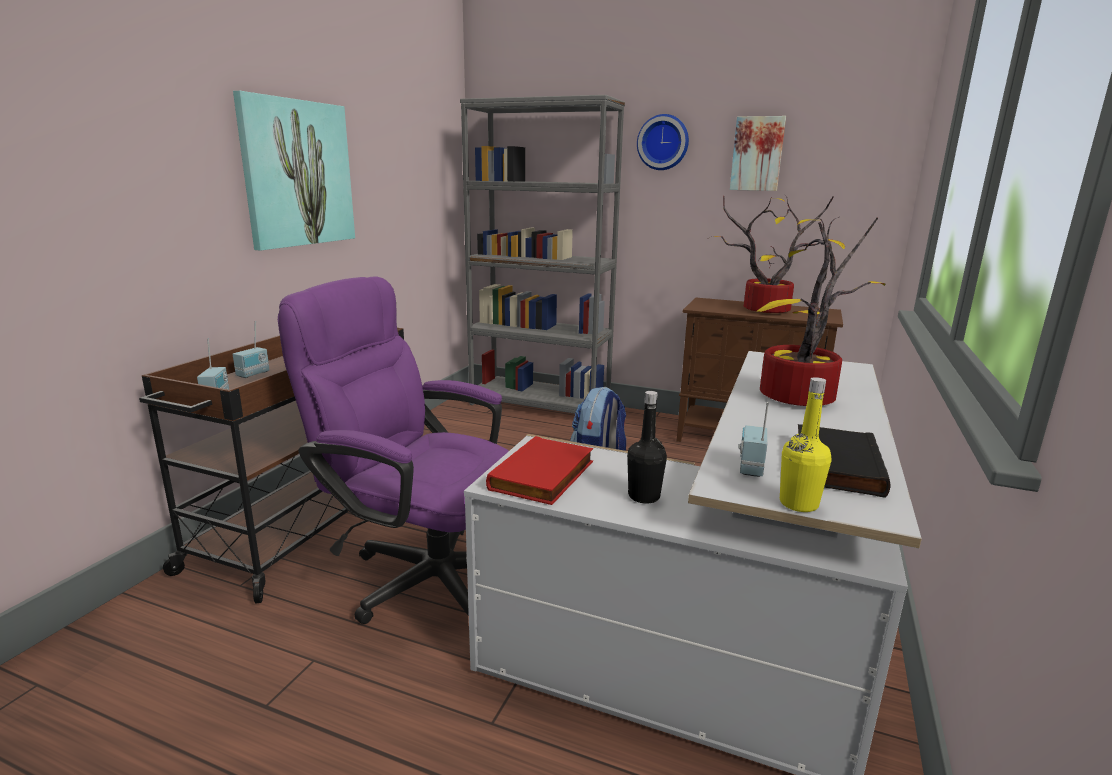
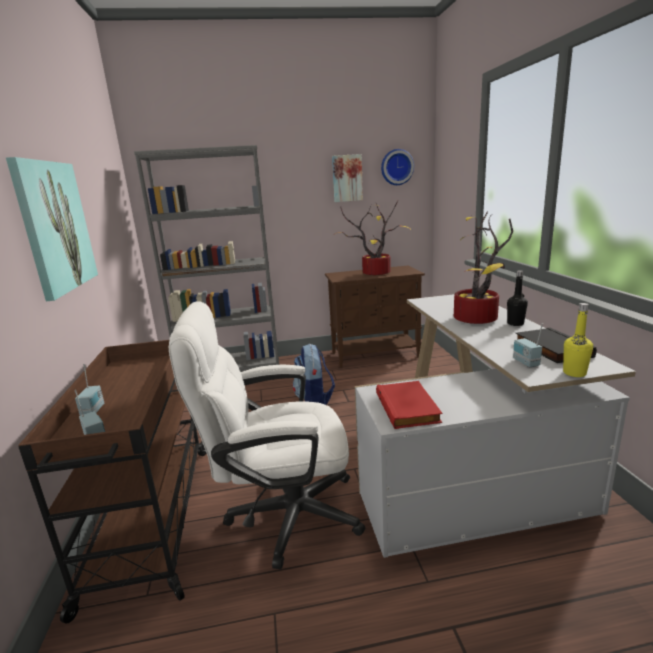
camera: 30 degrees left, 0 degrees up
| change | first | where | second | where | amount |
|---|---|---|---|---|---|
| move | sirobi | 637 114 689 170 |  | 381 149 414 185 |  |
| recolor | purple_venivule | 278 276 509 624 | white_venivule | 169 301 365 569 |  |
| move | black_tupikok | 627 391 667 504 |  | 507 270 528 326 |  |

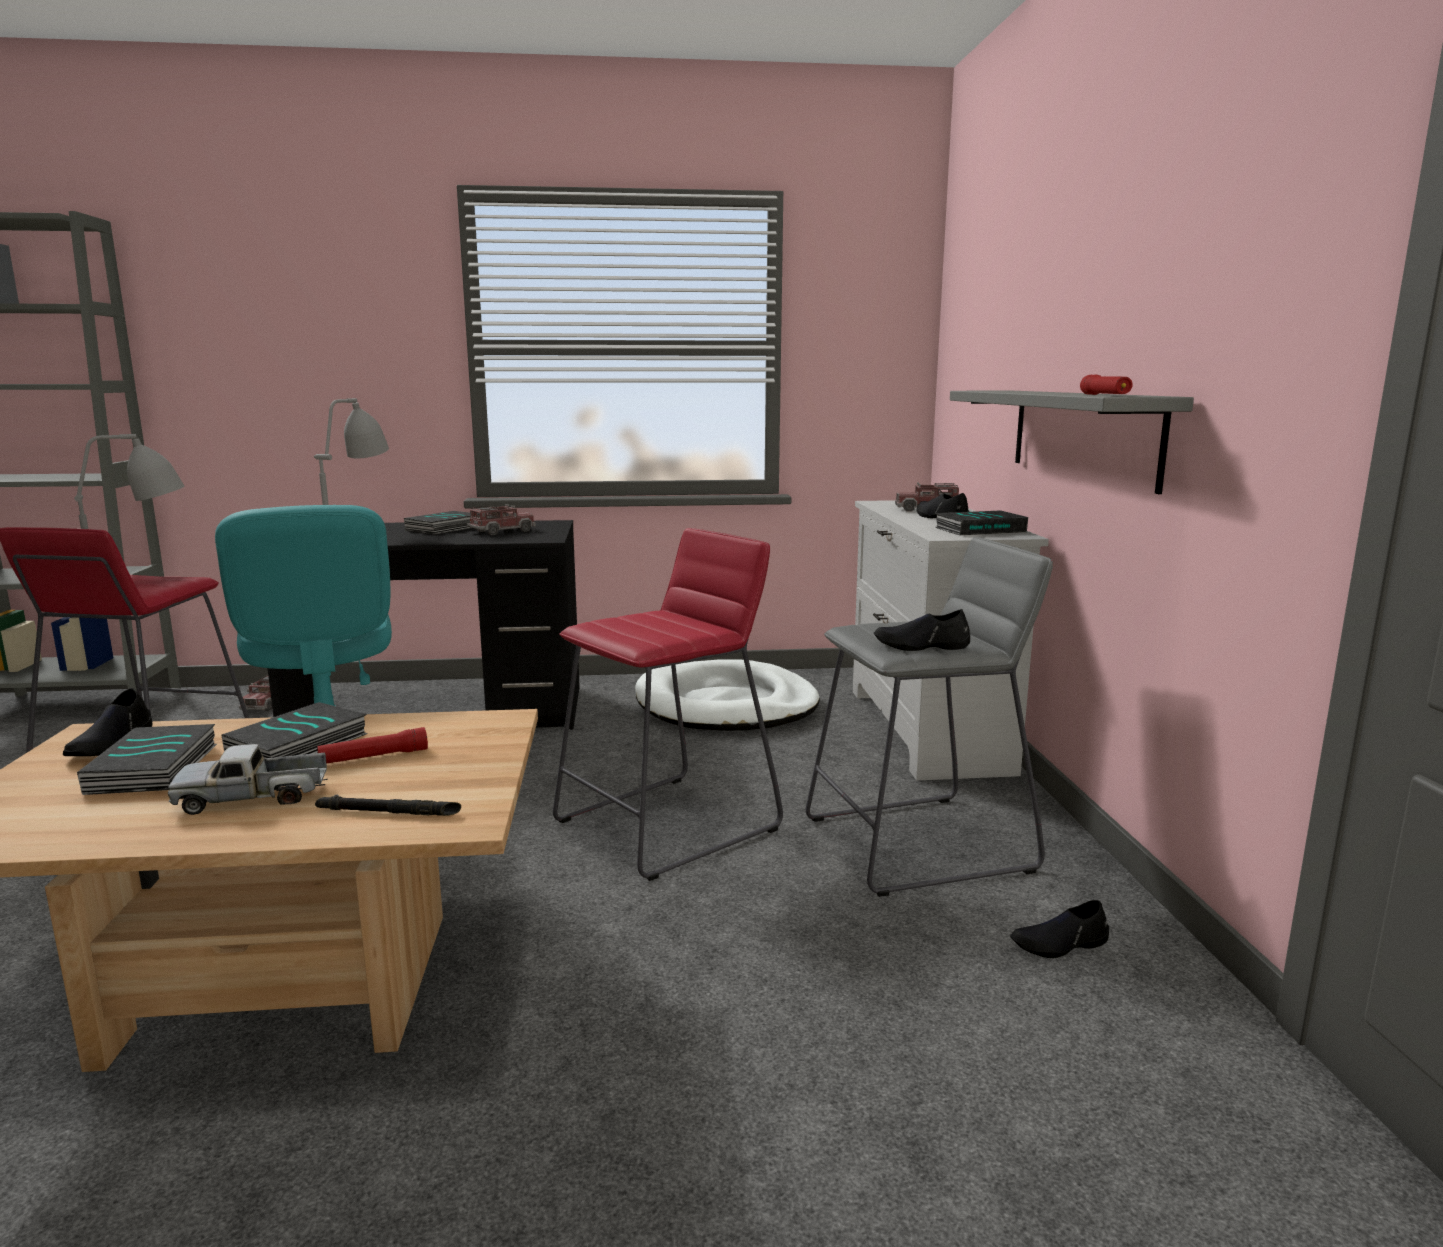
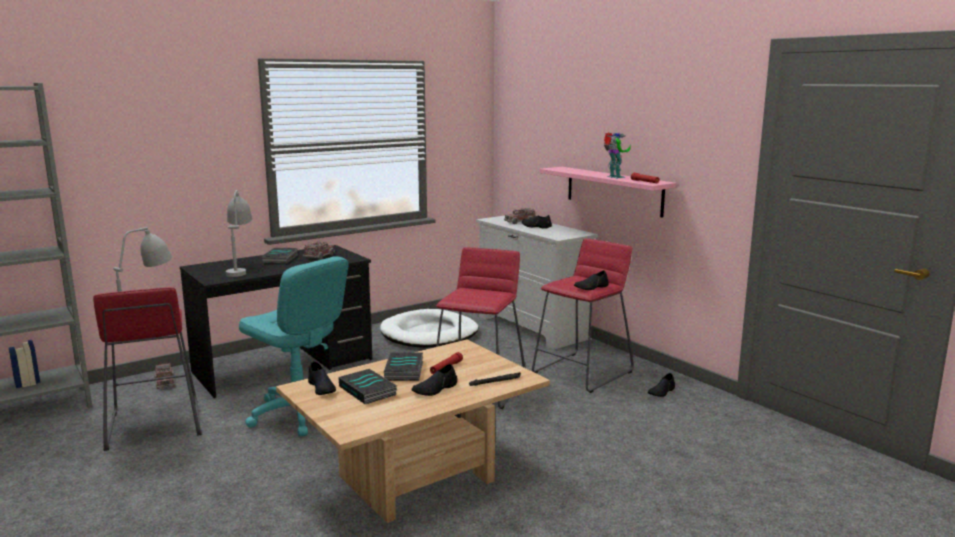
camera: 30 degrees left, 0 degrees up
| change | first | where | second | where | amount |
|---|---|---|---|---|---|
| recolor | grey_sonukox | 950 391 1194 494 | pink_sonukox | 540 167 676 218 |  |
| delete | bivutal | 935 510 1028 535 |  |  |  |
| recolor | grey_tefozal | 805 537 1053 897 | red_tefozal | 532 238 634 393 |  |
| replace | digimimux | 168 744 327 815 | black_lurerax | 412 364 457 396 |  |
| insert |  |  | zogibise | 604 133 631 179 |  |

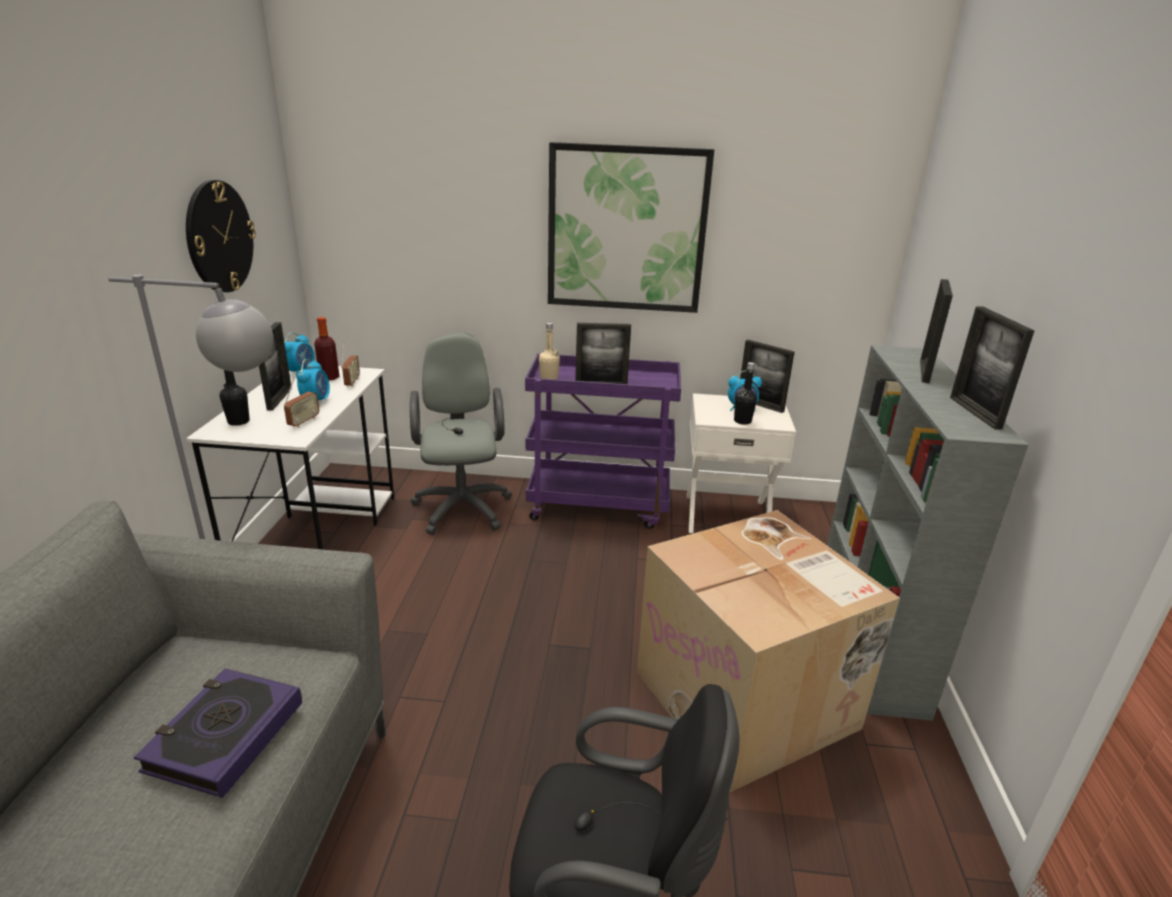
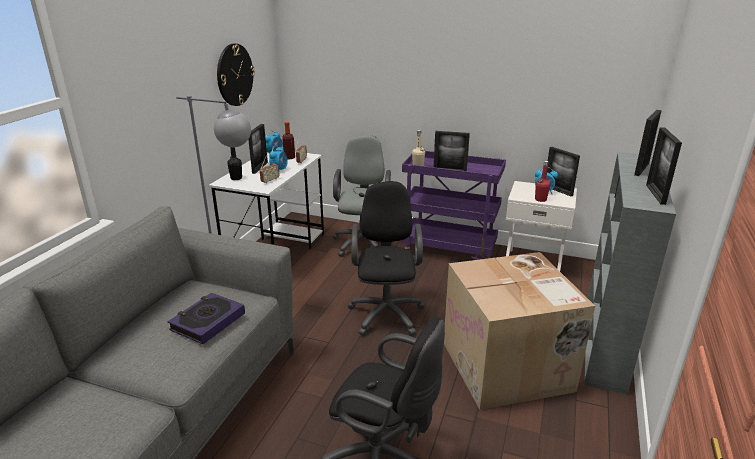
camera: 15 degrees right, 0 degrees up
| change | first | where | second | where | amount |
|---|---|---|---|---|---|
| delete | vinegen | 548 142 714 313 |  |  |  |
| recolor | black_tupikok | 734 362 757 425 | red_tupikok | 535 161 550 202 |  |
| insert |  |  | black_venivule | 348 181 425 336 |  |

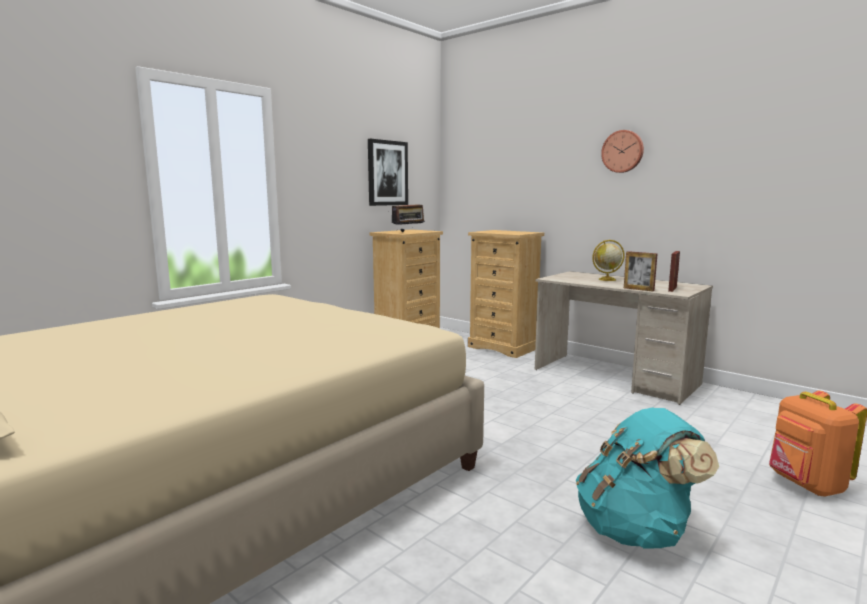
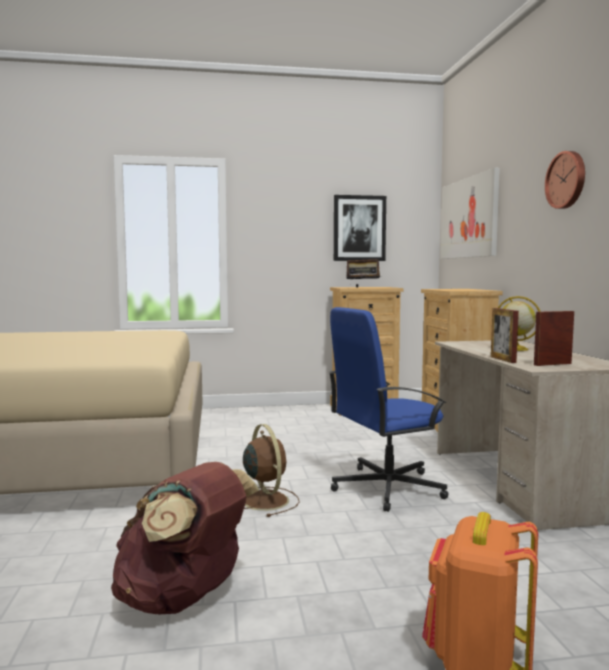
camera: 40 degrees right, 5 degrees down
| change | first | where | second | where | amount |
|---|---|---|---|---|---|
| recolor | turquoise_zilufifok | 576 407 719 549 | brown_zilufifok | 111 462 259 614 |  |
| insert |  |  | vinegen | 440 168 500 259 |  |
| insert |  |  | blue_venivule | 329 307 449 512 |  |
| insert |  |  | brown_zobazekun | 243 424 300 517 |  |

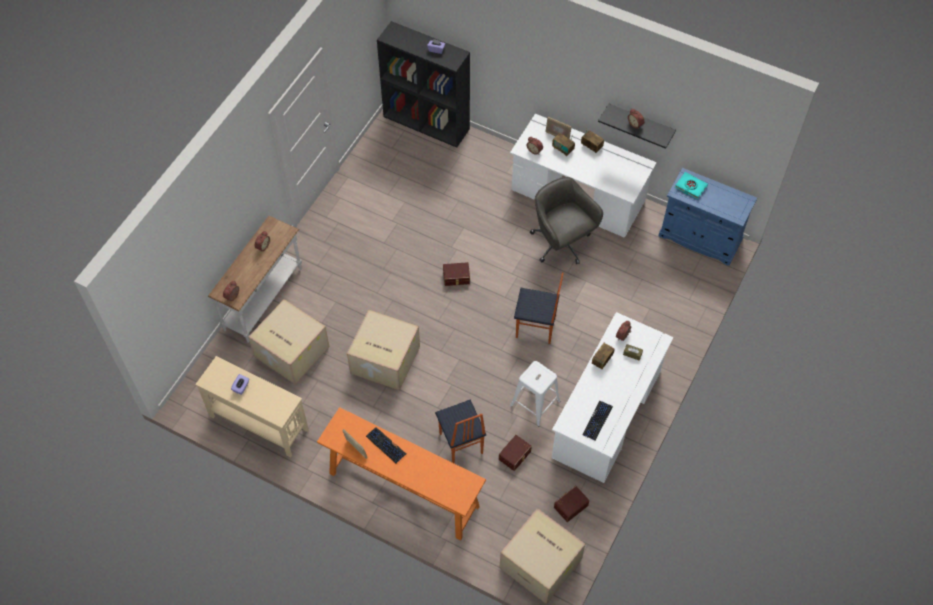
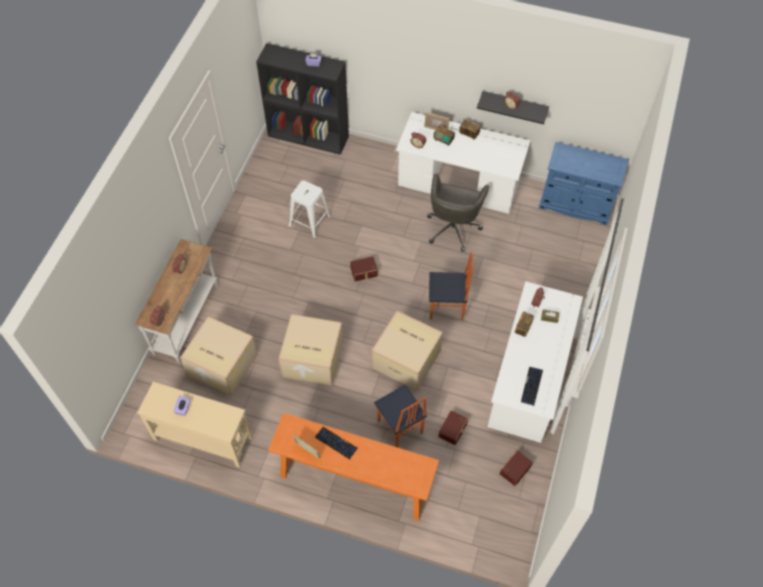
camera: 10 degrees left, 0 degrees up
| change | first | where | second | where | amount |
|---|---|---|---|---|---|
| delete | turquoise_bivutal | 675 172 708 199 |  |  |  |
| rotate | grey_venivule | 530 177 603 264 |  | 427 174 489 252 | 120 degrees counterclockwise |
| move | white_tefozal | 510 361 560 427 |  | 289 180 331 239 |  |
| move | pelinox | 499 508 585 604 |  | 372 311 443 391 |  |

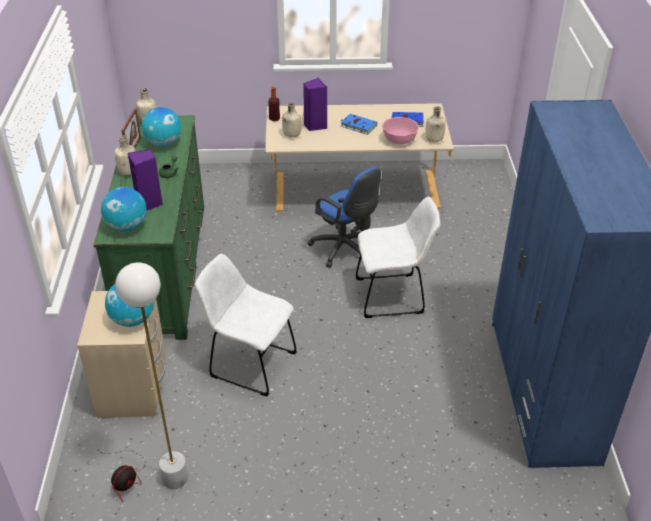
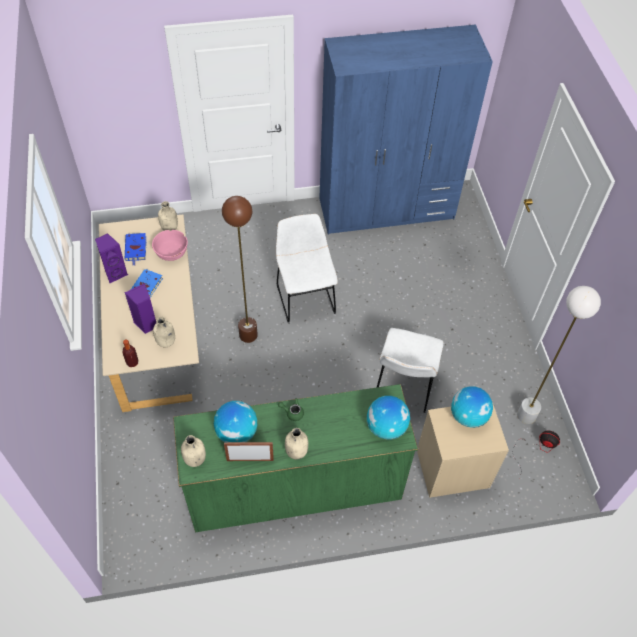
camera: 100 degrees left, 15 degrees up
| change | first | where | second | where | amount |
|---|---|---|---|---|---|
| move | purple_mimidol | 128 149 163 211 |  | 95 233 128 283 |  |
| replace | blue_venivule | 308 167 381 268 | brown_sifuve | 222 196 258 343 |  |

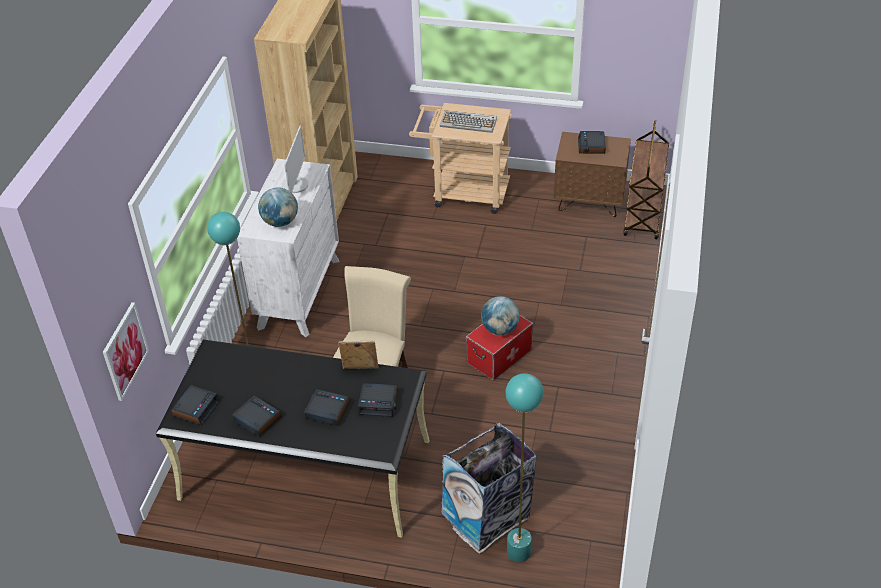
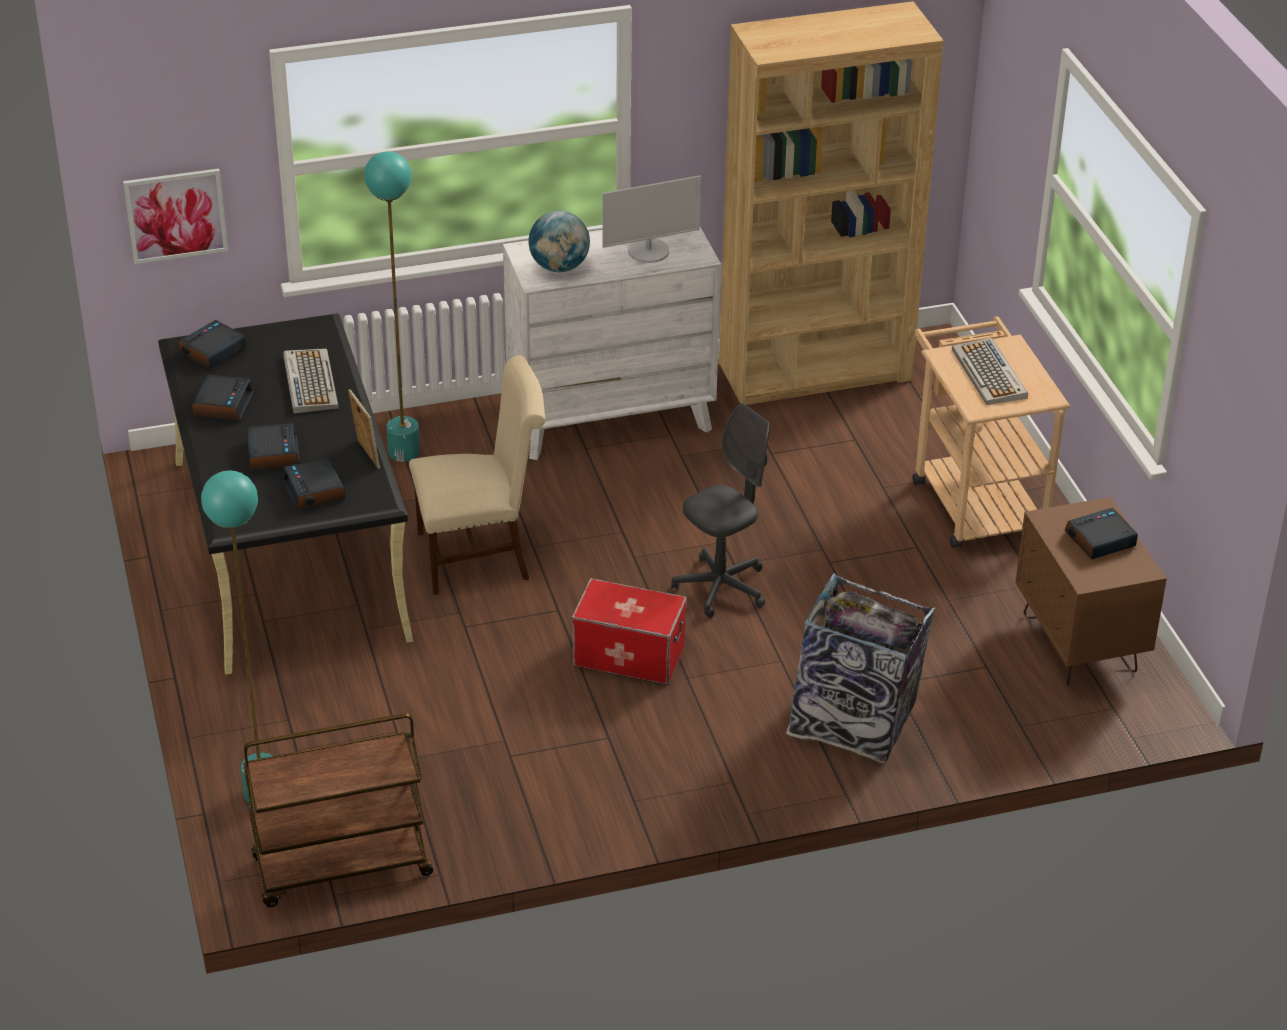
camera: 60 degrees right, 5 degrees down
| change | first | where | second | where | amount |
|---|---|---|---|---|---|
| move | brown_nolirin | 624 120 669 239 |  | 243 713 433 907 |  |
| delete | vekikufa | 481 296 520 335 |  |  |  |
| rotate | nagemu | 171 385 220 426 |  | 178 320 246 369 | 135 degrees clockwise |
| move | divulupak | 441 423 537 554 |  | 786 573 936 763 |  |
| insert |  |  | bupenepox | 284 348 338 414 |  |
| insert |  |  | grey_venivule | 671 403 770 618 |  |

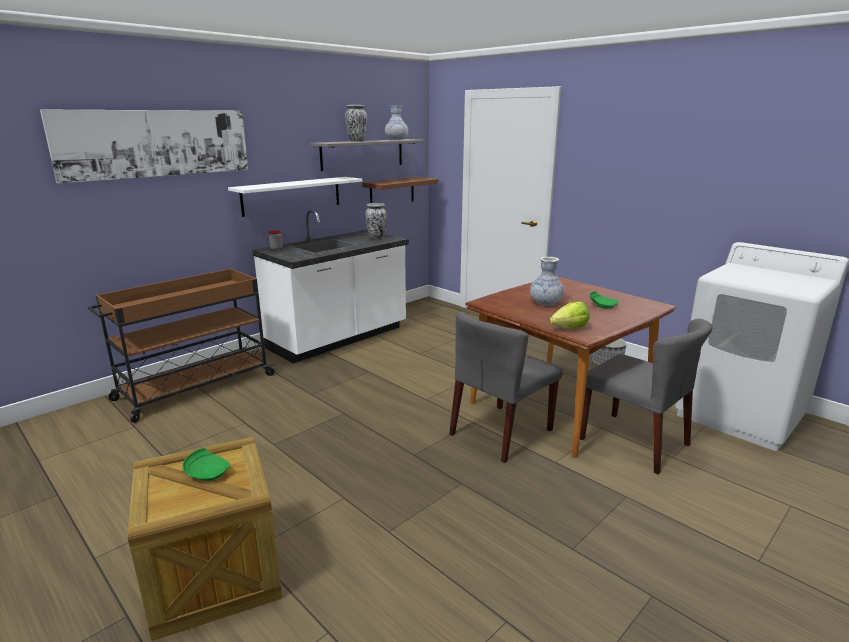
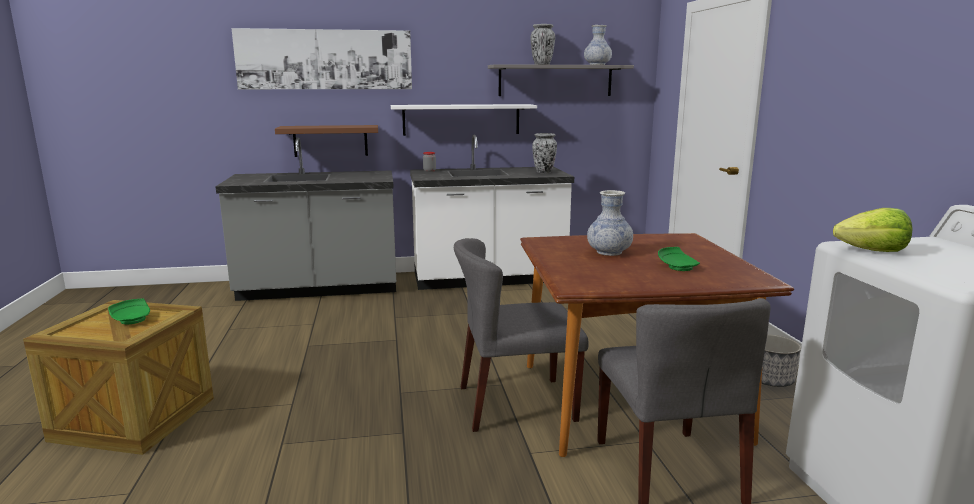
camera: 35 degrees right, 5 degrees down
| change | first | where | second | where | amount |
|---|---|---|---|---|---|
| move | brown_sonukox | 362 177 439 203 |  | 275 125 378 157 |  |
| replace | brown_nolirin | 88 269 275 423 | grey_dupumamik | 215 137 396 301 |  |
| move | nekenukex | 550 301 590 329 |  | 833 208 912 252 |  |

